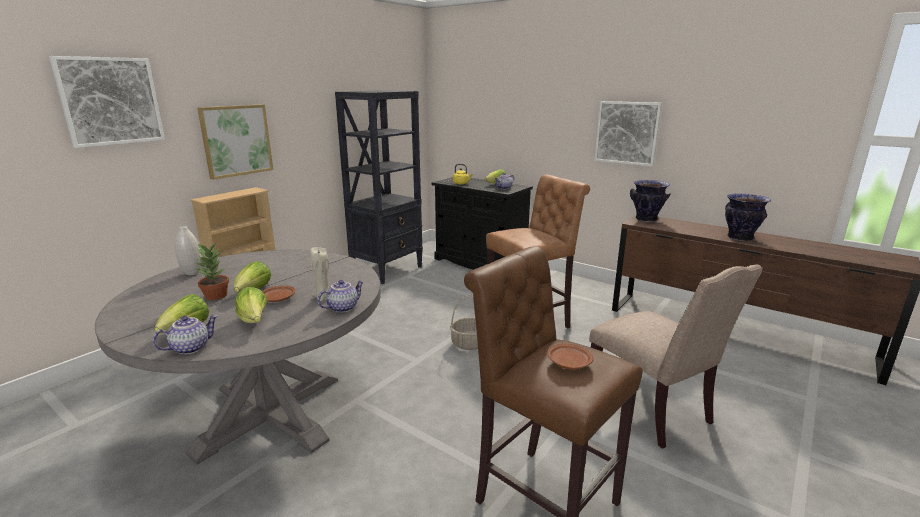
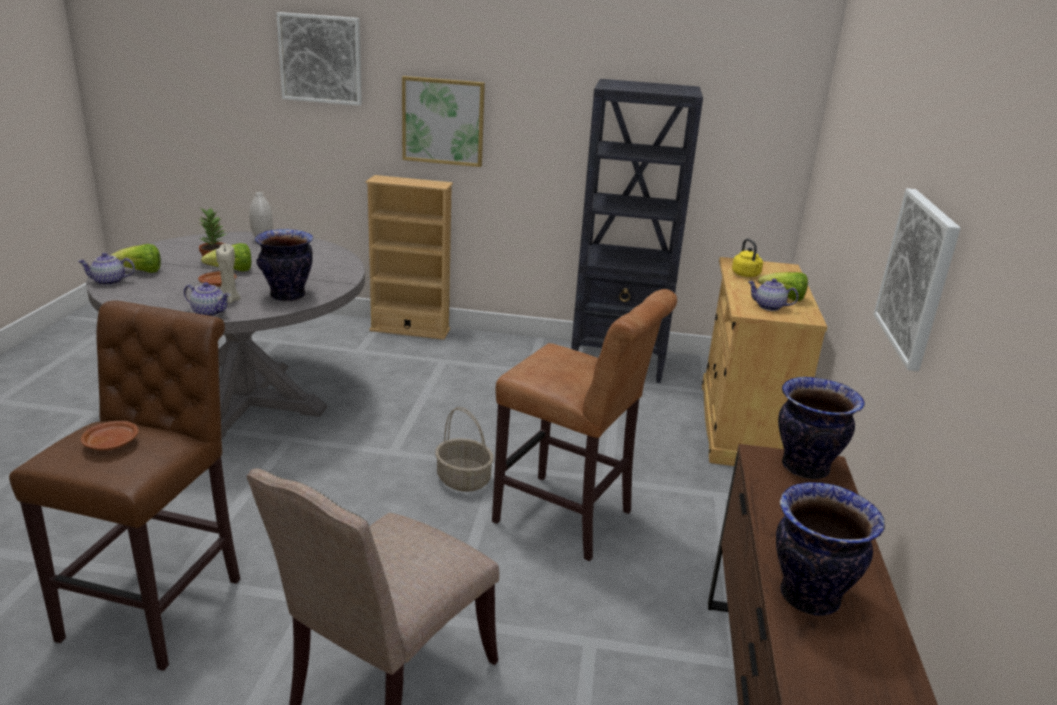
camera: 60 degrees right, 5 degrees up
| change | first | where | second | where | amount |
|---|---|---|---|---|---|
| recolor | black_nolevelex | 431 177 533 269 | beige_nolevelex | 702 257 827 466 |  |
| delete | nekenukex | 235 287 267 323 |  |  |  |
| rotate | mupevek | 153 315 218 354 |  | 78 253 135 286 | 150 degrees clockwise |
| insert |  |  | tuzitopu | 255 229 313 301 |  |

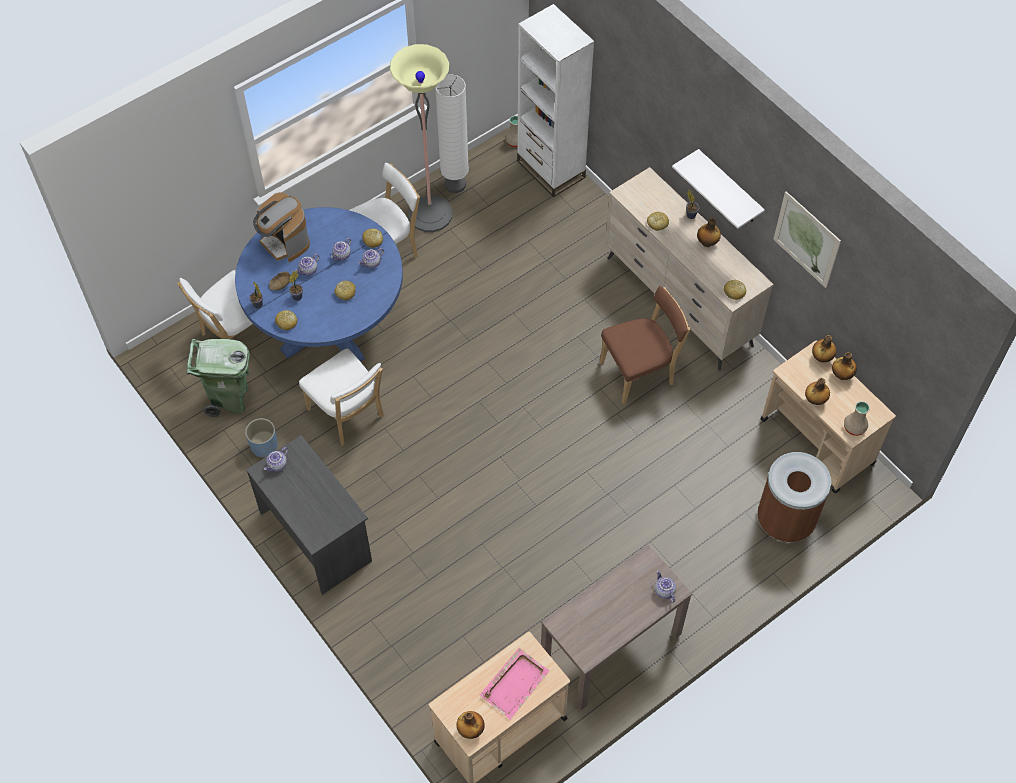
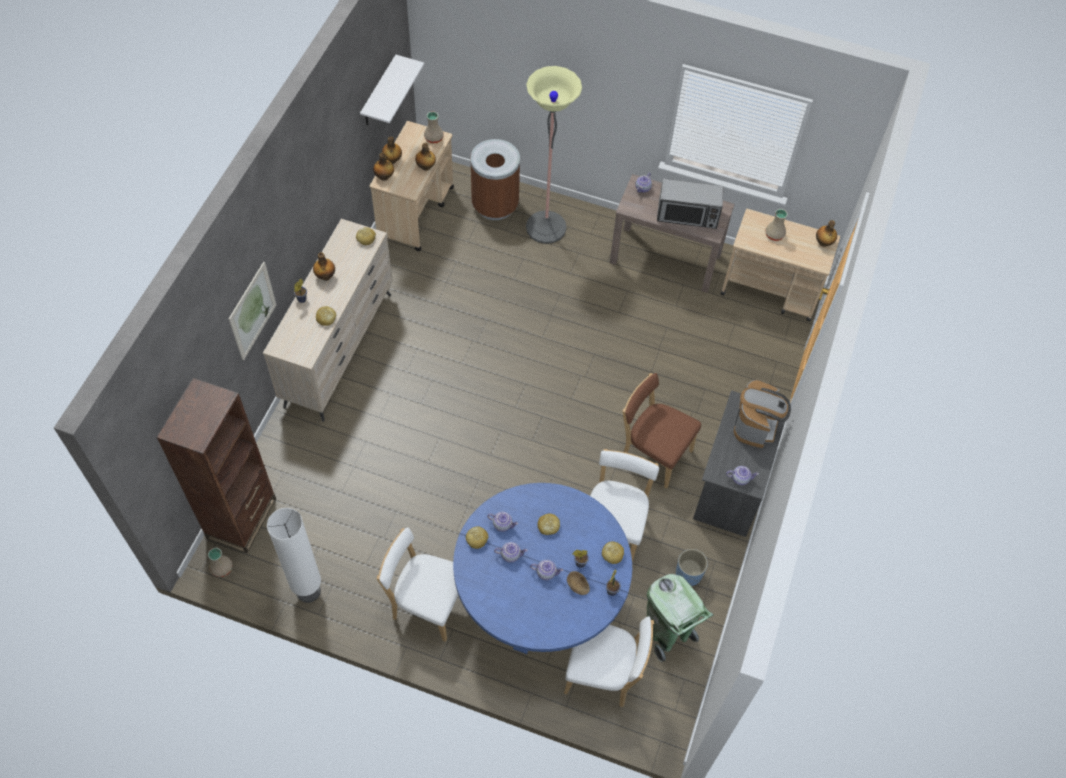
camera: 125 degrees left, 0 degrees up
| change | first | where | second | where | amount |
|---|---|---|---|---|---|
| recolor | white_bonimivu | 517 4 594 197 | brown_bonimivu | 156 378 276 553 |  |
| move | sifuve | 390 44 452 232 |  | 526 66 582 244 |  |
| move | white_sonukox | 672 149 765 229 |  | 360 55 424 126 |  |
| move | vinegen | 773 191 841 288 |  | 229 262 276 361 |  |
| move | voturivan | 253 192 310 262 |  | 734 380 791 448 |  |
| move | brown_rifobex | 600 286 690 405 |  | 623 373 701 489 |  |
| replace | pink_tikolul | 480 648 549 720 | beige_tuzitopu | 765 209 788 241 |  |
| insert |  |  | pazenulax | 657 179 724 229 |  |

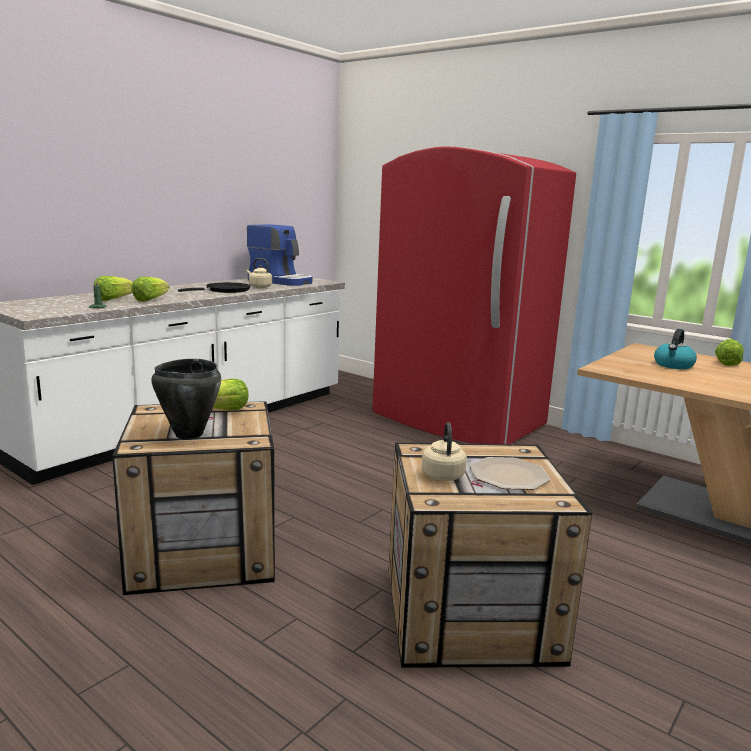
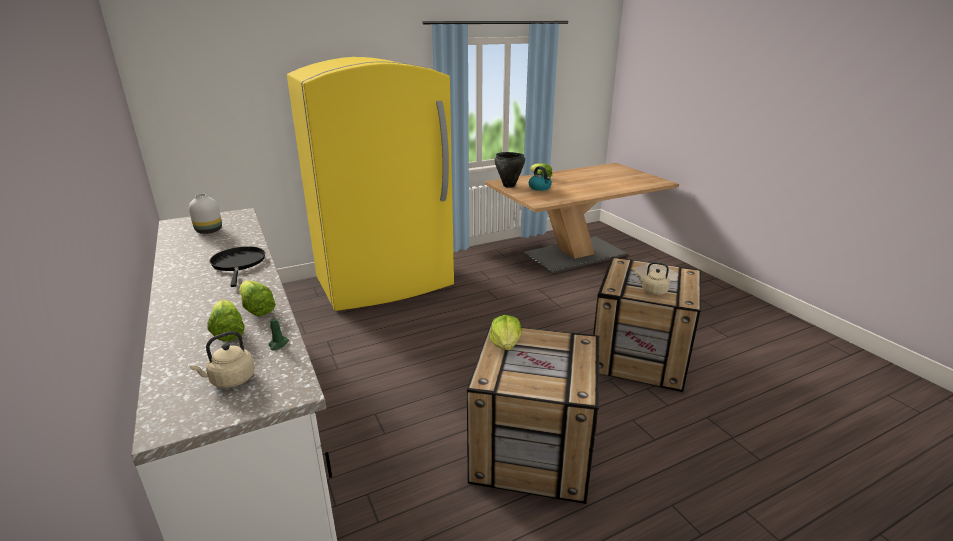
camera: 65 degrees left, 10 degrees up
| change | first | where | second | where | amount |
|---|---|---|---|---|---|
| recolor | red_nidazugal | 372 146 576 444 | yellow_nidazugal | 287 57 454 311 |  |
| replace | voturivan | 247 224 312 286 | white_tuzitopu | 189 194 222 234 |  |
| move | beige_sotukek | 247 258 272 288 |  | 190 331 255 388 |  |
| move | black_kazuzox | 151 359 221 439 |  | 494 152 525 188 |  |

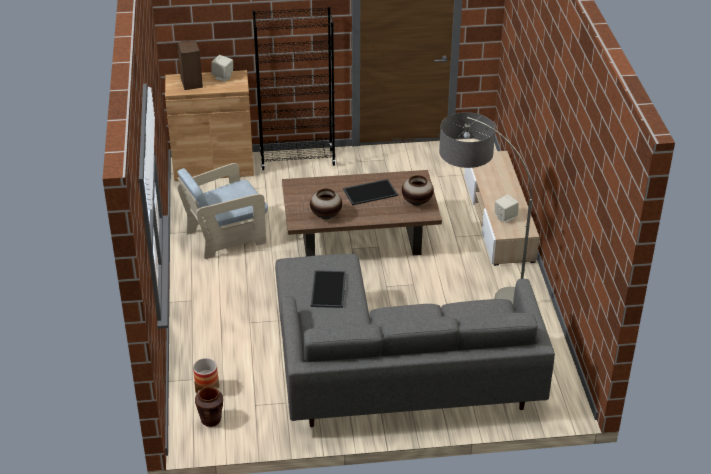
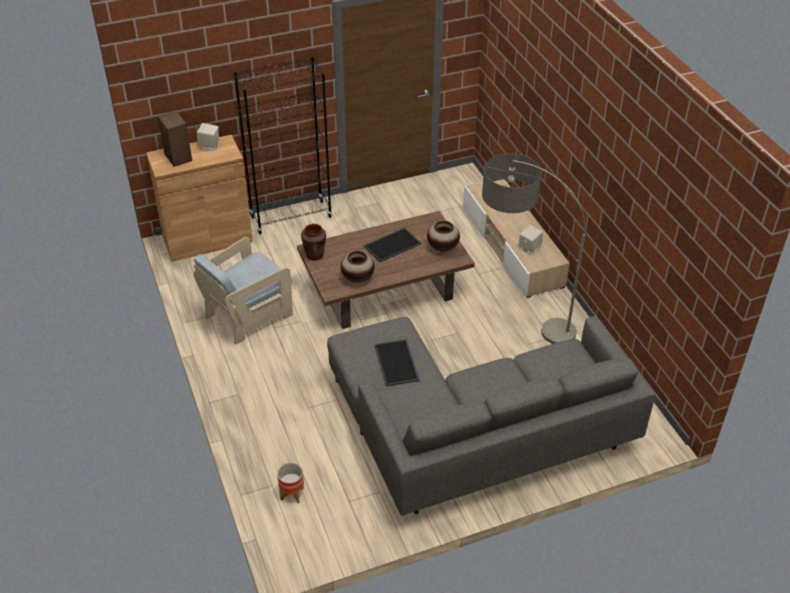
camera: 15 degrees left, 5 degrees up
| change | first | where | second | where | amount |
|---|---|---|---|---|---|
| move | brown_tuzitopu | 195 386 223 427 |  | 301 224 326 261 |  |

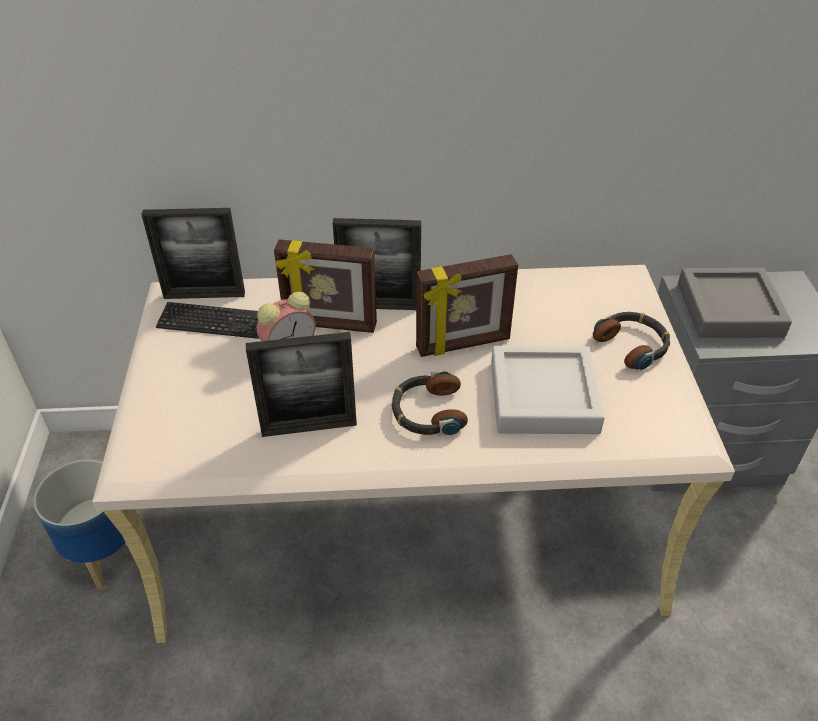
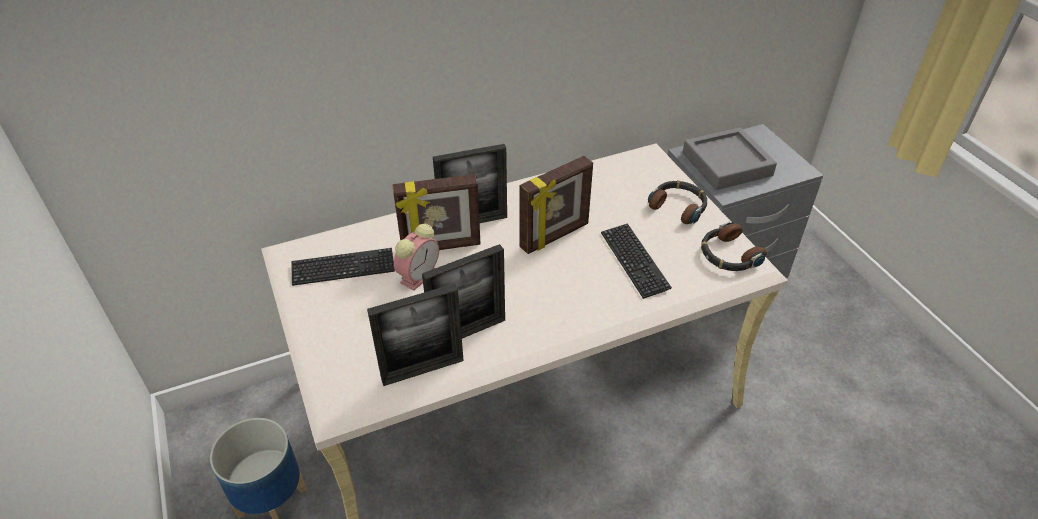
camera: 20 degrees left, 0 degrees up
| change | first | where | second | where | amount |
|---|---|---|---|---|---|
| move | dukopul | 141 208 245 299 |  | 367 284 464 386 |  |
| replace | grey_tikolul | 491 346 605 434 | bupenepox | 601 223 672 299 |  |
| move | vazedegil | 392 371 468 435 |  | 701 222 767 271 |  |

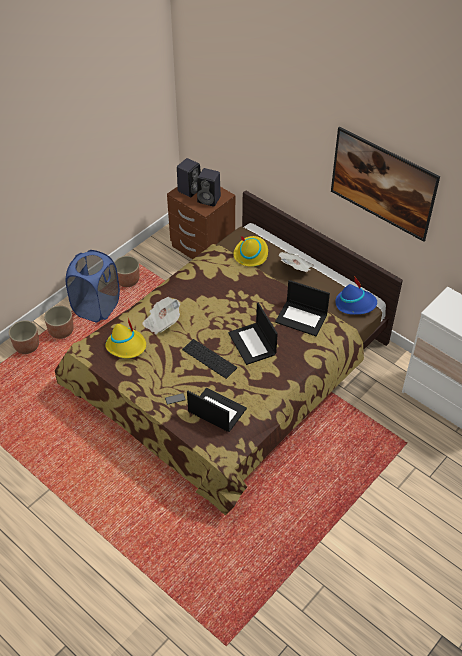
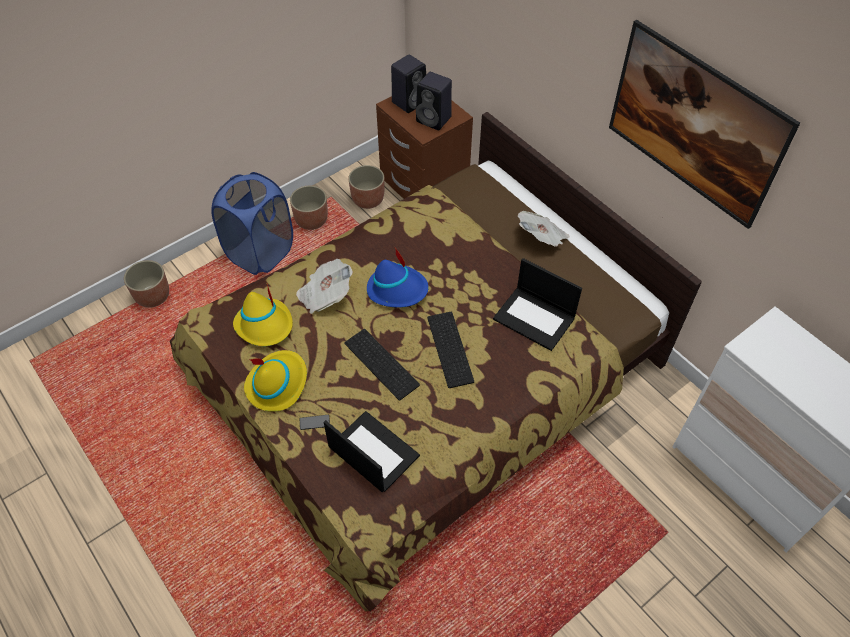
camera: 10 degrees right, 5 degrees up
| change | first | where | second | where | amount |
|---|---|---|---|---|---|
| move | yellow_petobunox | 233 236 268 267 |  | 244 350 307 412 |  |
| move | blue_petobunox | 335 276 377 315 |  | 367 248 429 308 |  |
| replace | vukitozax | 228 302 278 365 | bupenepox | 427 312 474 388 |  |
| move | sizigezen | 44 306 73 339 |  | 348 165 385 209 |  |

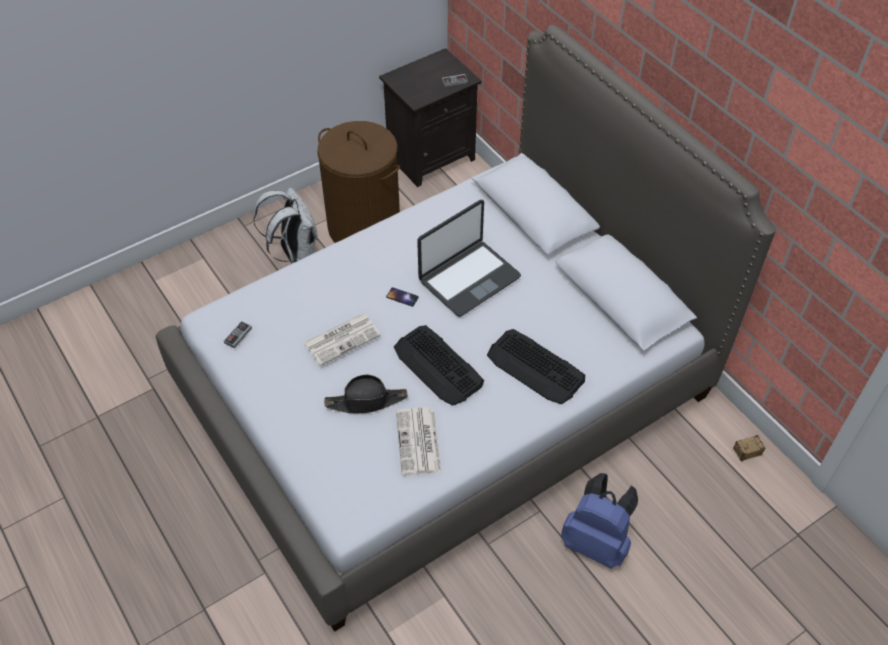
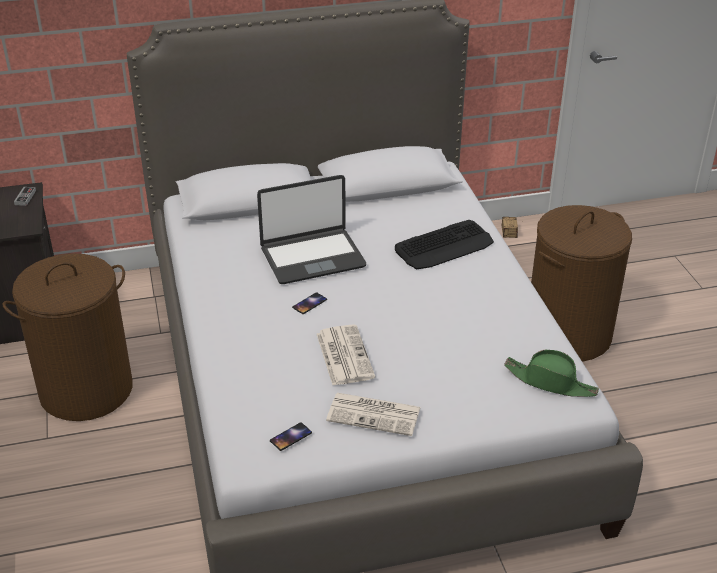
camera: 70 degrees left, 15 degrees down
| change | first | where | second | where | amount |
|---|---|---|---|---|---|
| delete | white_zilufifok | 253 187 318 264 |  |  |  |
| rotate | vukitozax | 417 200 521 317 |  | 257 175 366 284 | 90 degrees clockwise |
| replace | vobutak | 224 321 252 349 | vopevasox | 270 422 312 451 |  |
| delete | bupenepox | 394 325 484 406 |  |  |  |
| delete | black_petobunox | 324 375 408 413 |  |  |  |
| move | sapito | 396 407 442 475 |  | 326 393 420 436 |  |
| replace | blue_zilufifok | 561 473 638 569 | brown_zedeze | 531 205 632 362 |  |
| insert |  |  | green_petobunox | 504 350 599 397 |  |

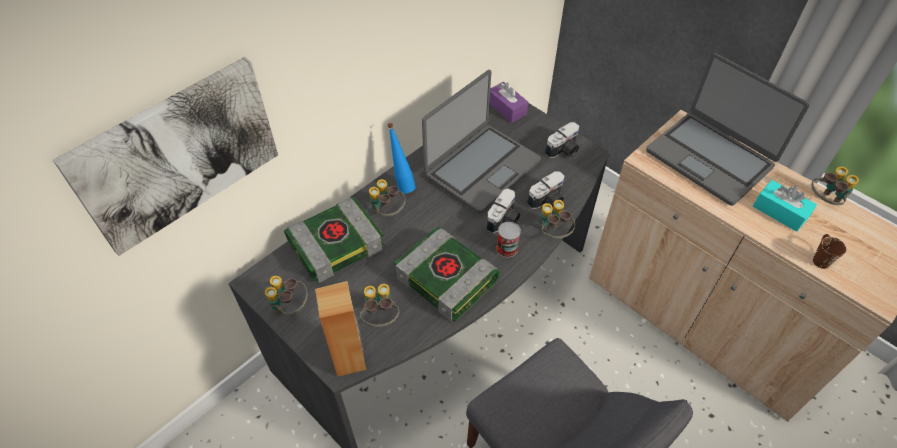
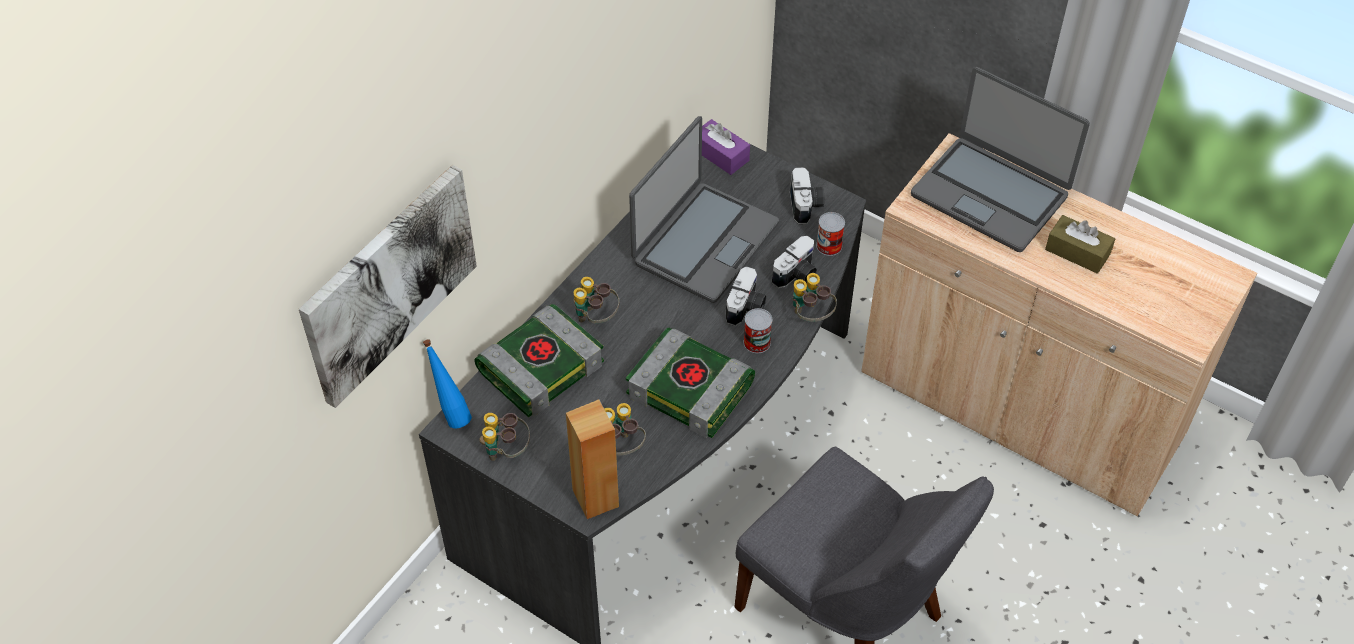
camera: 10 degrees left, 0 degrees up
| change | first | where | second | where | amount |
|---|---|---|---|---|---|
| rotate | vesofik | 545 122 579 158 |  | 790 167 824 224 | 45 degrees counterclockwise |
| move | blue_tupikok | 387 123 416 193 |  | 423 339 472 429 |  |
| delete | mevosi | 811 166 859 205 |  |  |  |
| recolor | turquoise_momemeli | 753 180 817 232 | brown_momemeli | 1045 215 1115 274 |  |
| delete | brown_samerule | 813 234 846 269 |  |  |  |
| insert |  |  | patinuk | 816 212 845 256 |  |

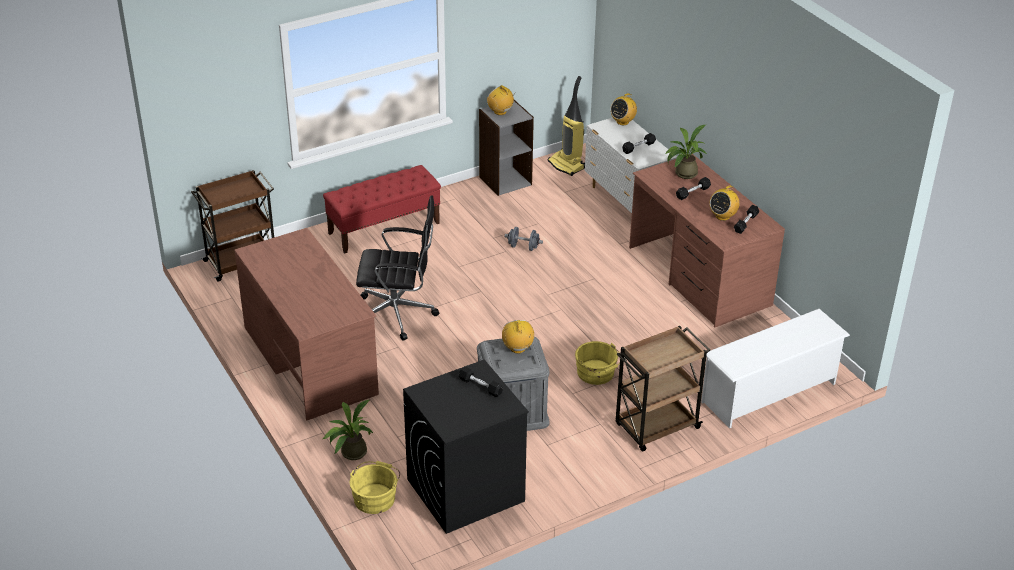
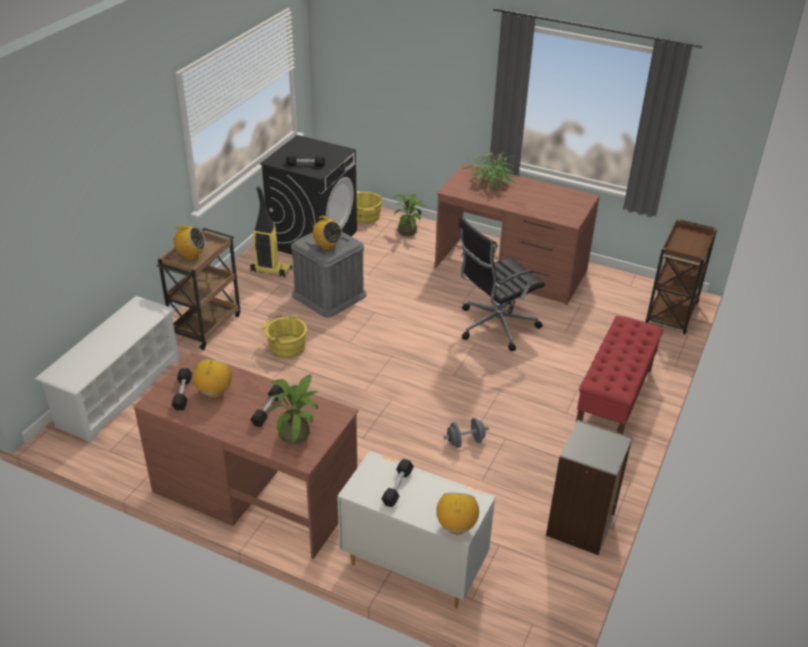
camera: 145 degrees right, 0 degrees up
| change | first | where | second | where | amount |
|---|---|---|---|---|---|
| move | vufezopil | 548 76 585 176 |  | 250 186 292 278 |  |
| move | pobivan | 487 85 516 115 |  | 169 225 206 260 |  |
| insert |  |  | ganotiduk | 461 152 516 192 |  |

